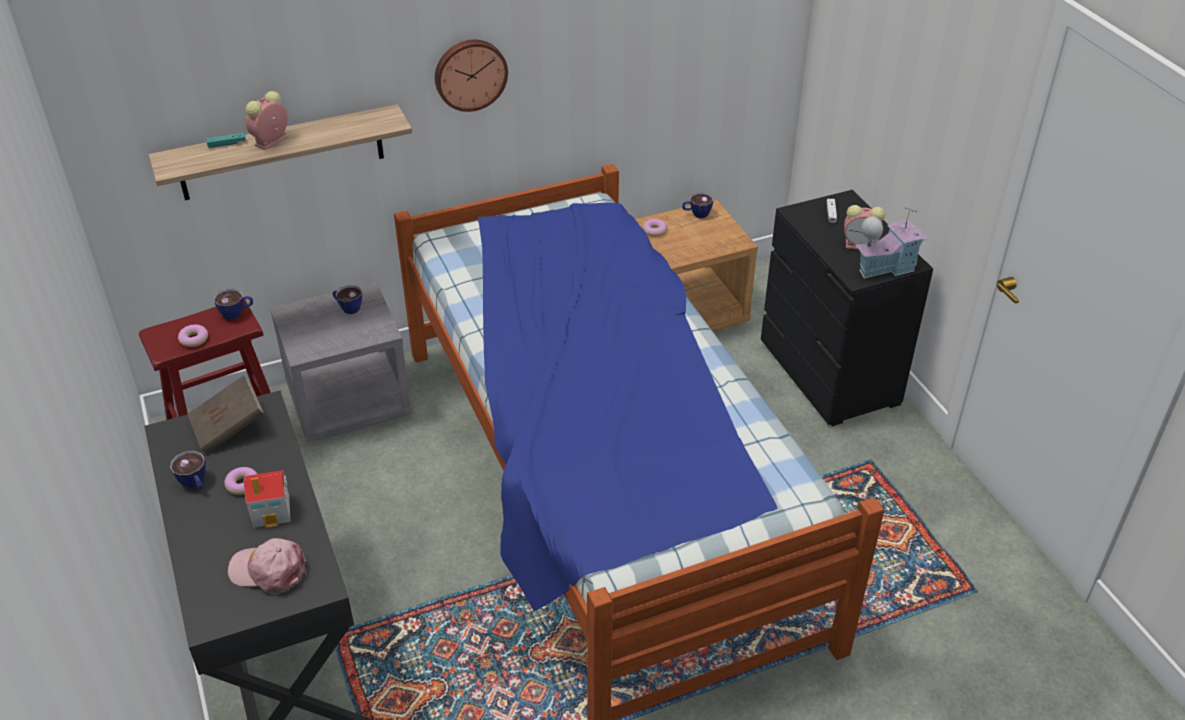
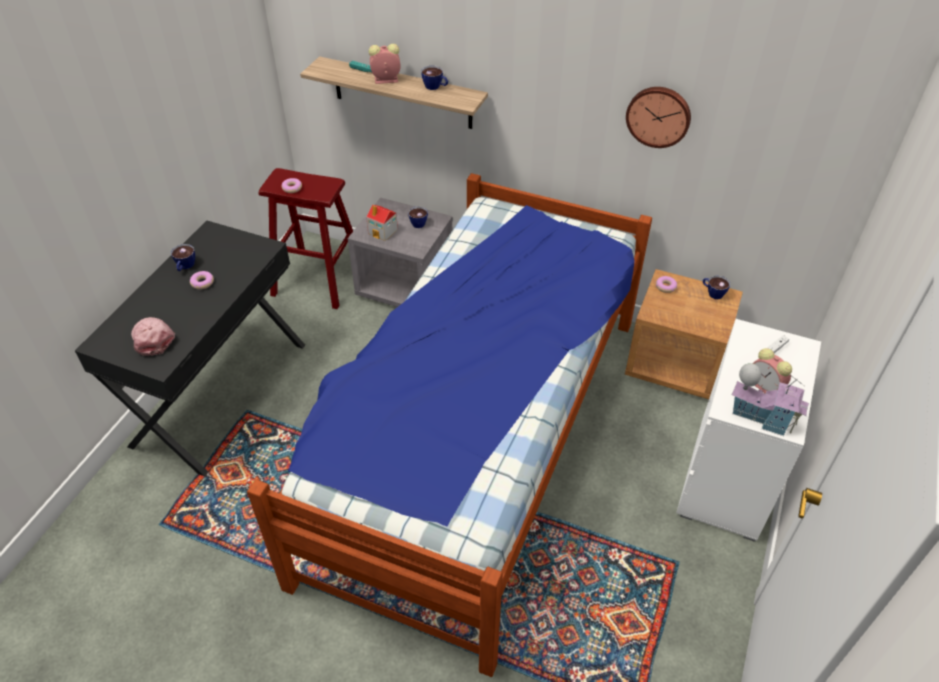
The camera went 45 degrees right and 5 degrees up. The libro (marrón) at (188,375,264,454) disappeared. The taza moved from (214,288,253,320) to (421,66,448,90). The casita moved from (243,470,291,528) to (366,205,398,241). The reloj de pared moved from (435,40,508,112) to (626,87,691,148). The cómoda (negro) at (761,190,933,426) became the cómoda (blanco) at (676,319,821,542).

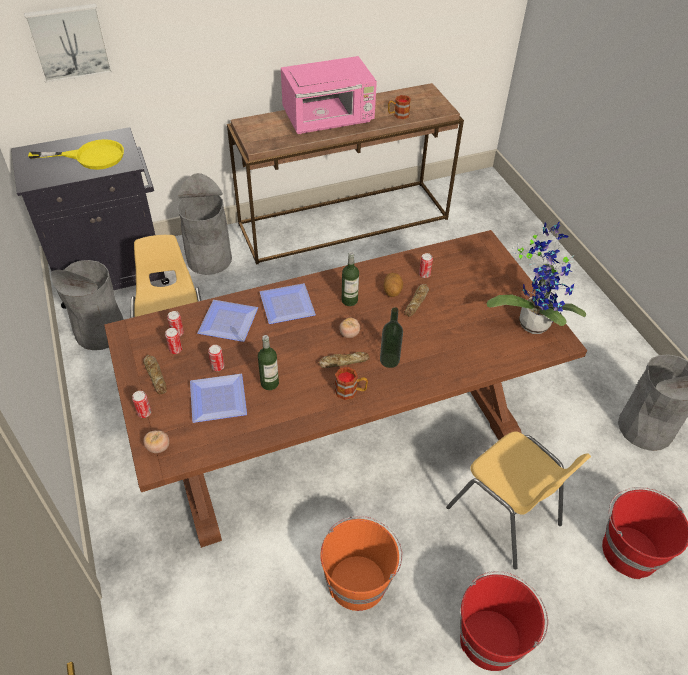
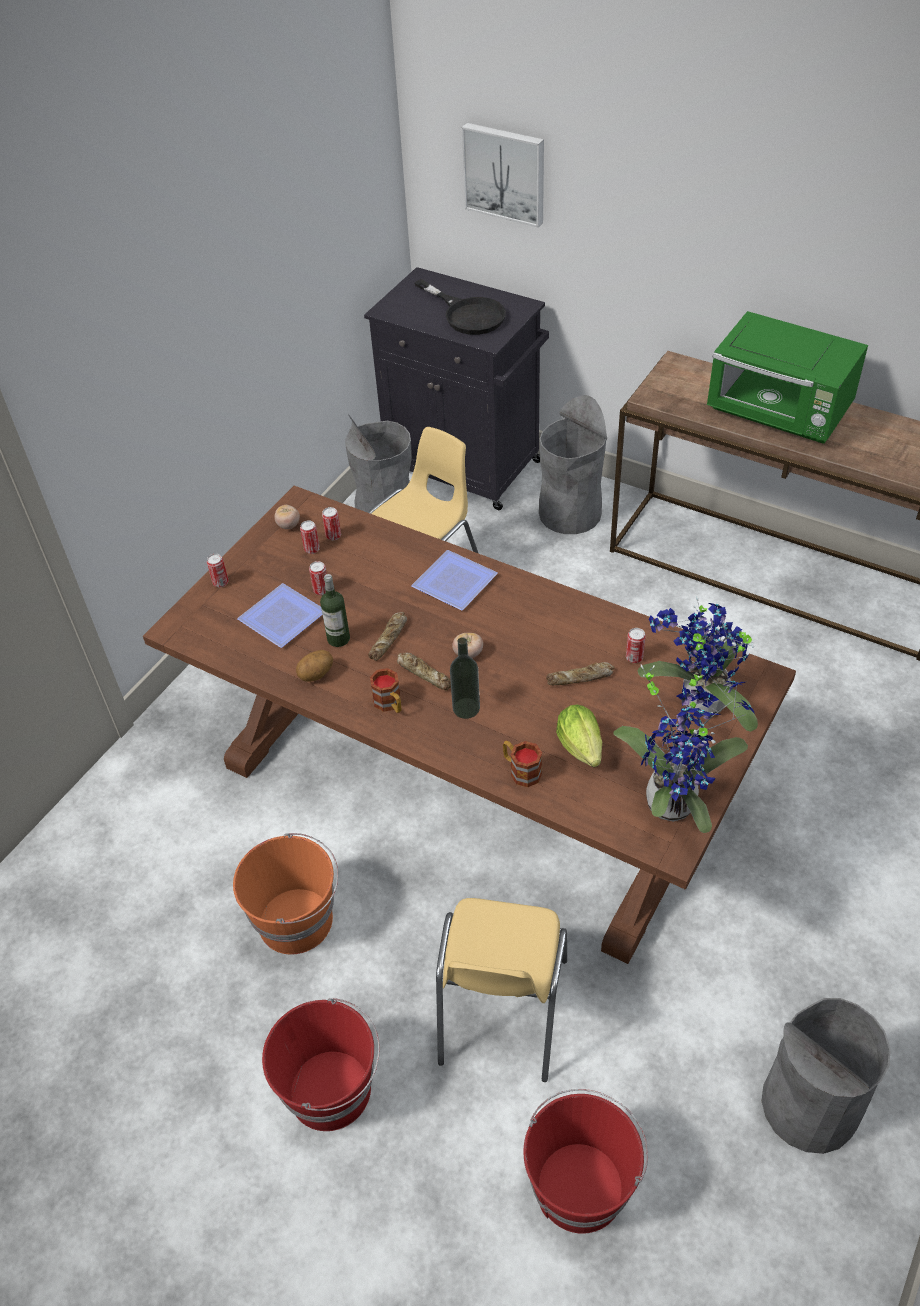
The camera went 55 degrees right and 0 degrees up. The plato at (197,300,258,342) disappeared. The botella at (342,252,359,306) disappeared. The lechuga at (556,705,602,767) appeared. The planta en maceta at (638,597,758,732) appeared. The pan moved from (143,355,167,395) to (368,612,407,661). The tomate moved from (143,430,169,453) to (274,505,300,529). The patata moved from (384,273,403,297) to (296,650,333,682). The taza grande moved from (388,95,411,119) to (503,741,542,787). The sartén (amarillo) at (28,139,124,170) became the sartén (negro) at (414,279,506,335). The microondas (rosa) at (281,56,377,134) became the microondas (verde) at (707,311,868,444).

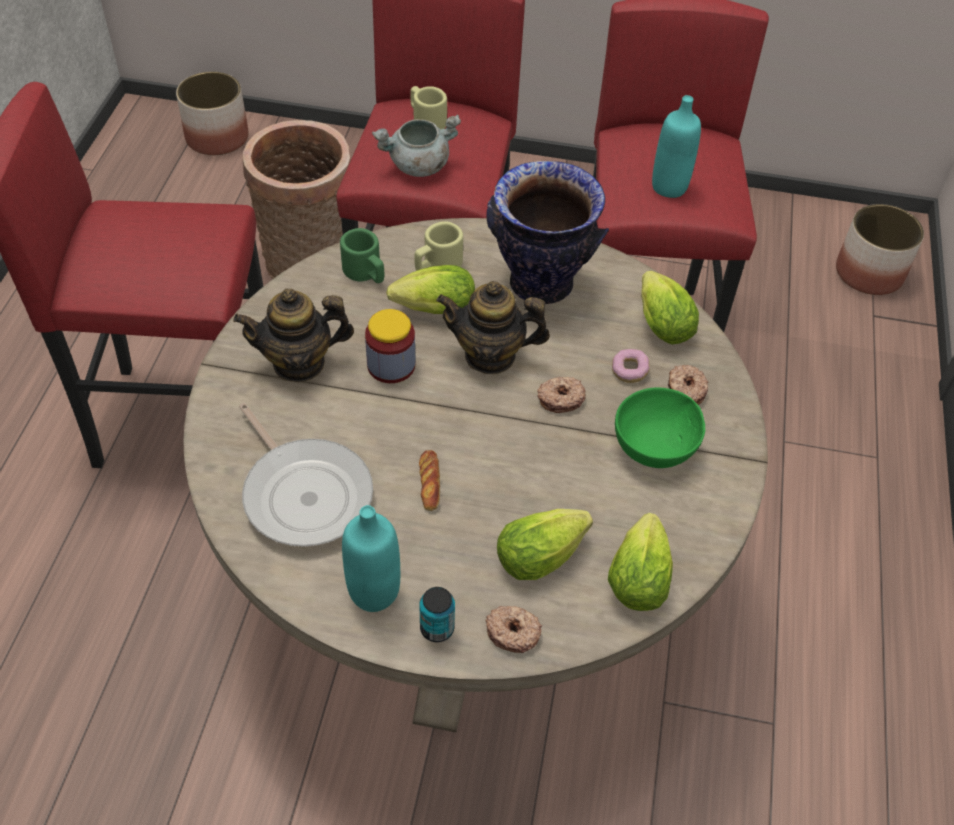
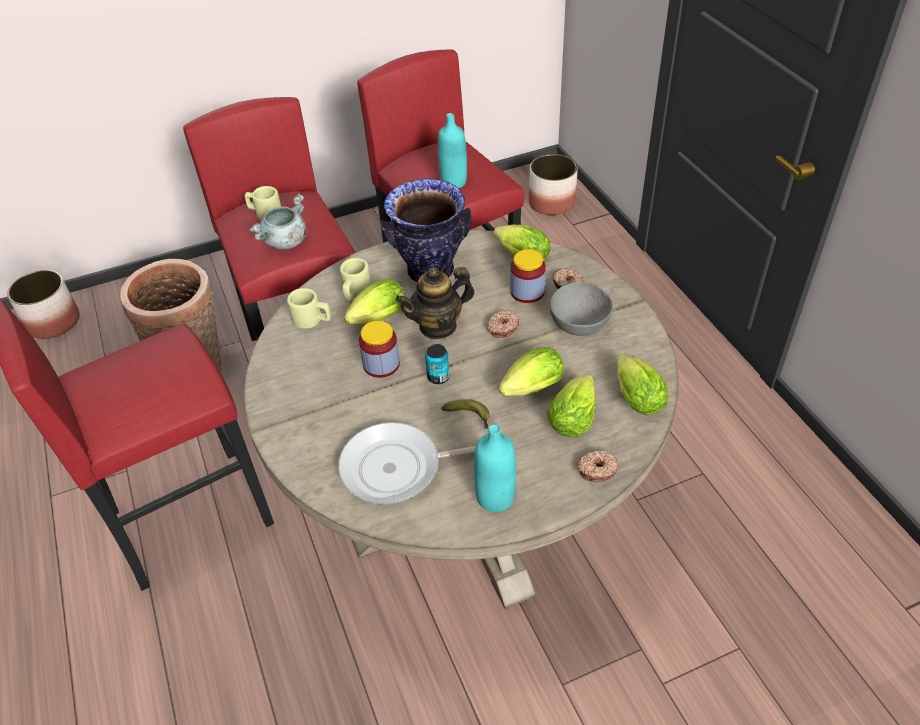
The camera went 30 degrees left and 5 degrees down. The tetera at (233,289,354,382) disappeared. The lechuga at (498,347,564,396) appeared. The lata moved from (420,587,455,642) to (425,344,450,384). The pan at (419,450,440,511) was replaced by the plátano at (441,399,490,429). The rosquilla at (612,349,650,383) was replaced by the tarro at (510,249,546,303). The taza grande (verde) at (340,228,384,283) became the taza grande (beis) at (287,288,331,329). The cuenco (verde) at (615,388,705,468) became the cuenco (gris) at (550,282,613,336). The sartén at (239,403,373,547) turned 150 degrees clockwise.

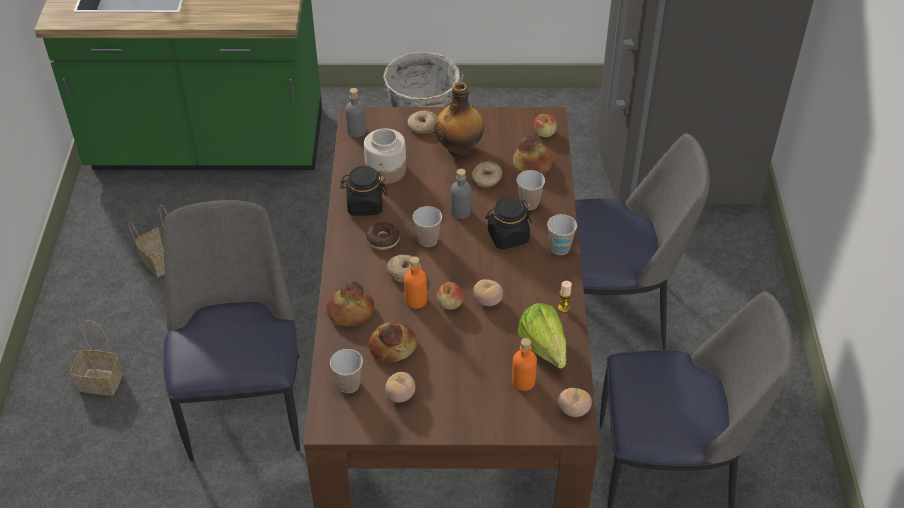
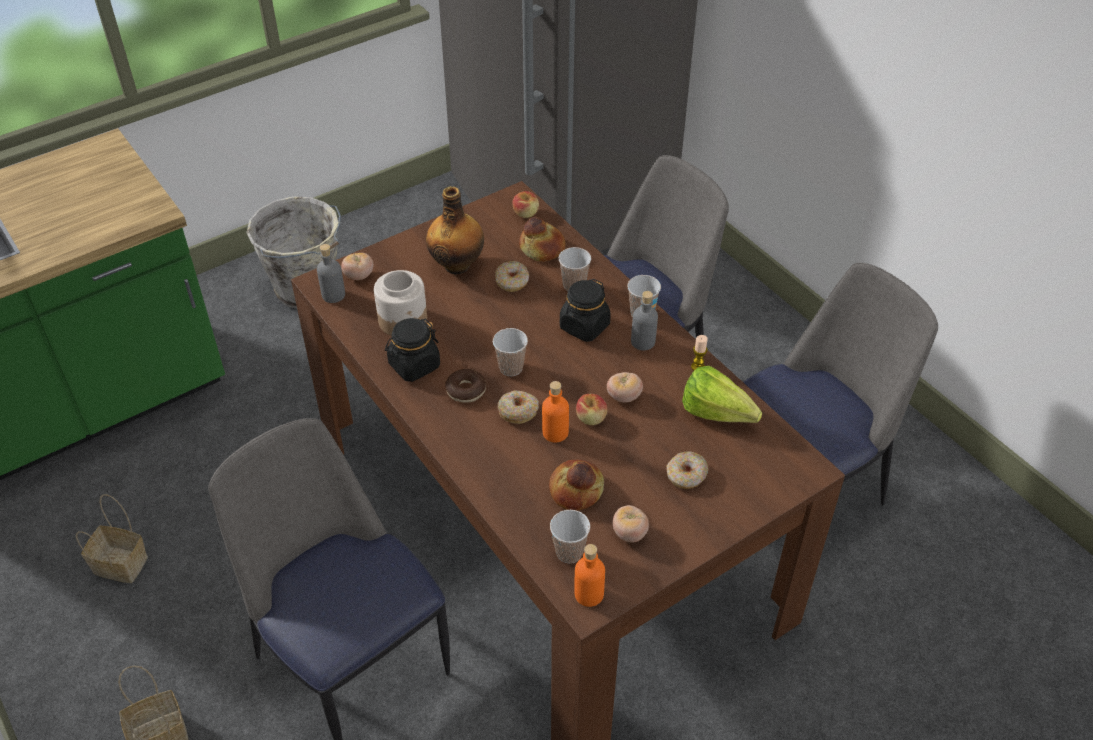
The camera went 35 degrees left and 0 degrees up. The pan at (326,280,374,326) disappeared. The rosquilla moved from (407,110,437,134) to (667,452,708,489). The botella (gris) moved from (450,169,471,219) to (631,291,658,350). The botella (naranja) moved from (512,338,537,391) to (574,544,605,607). The tomate moved from (558,388,592,417) to (341,253,373,280).

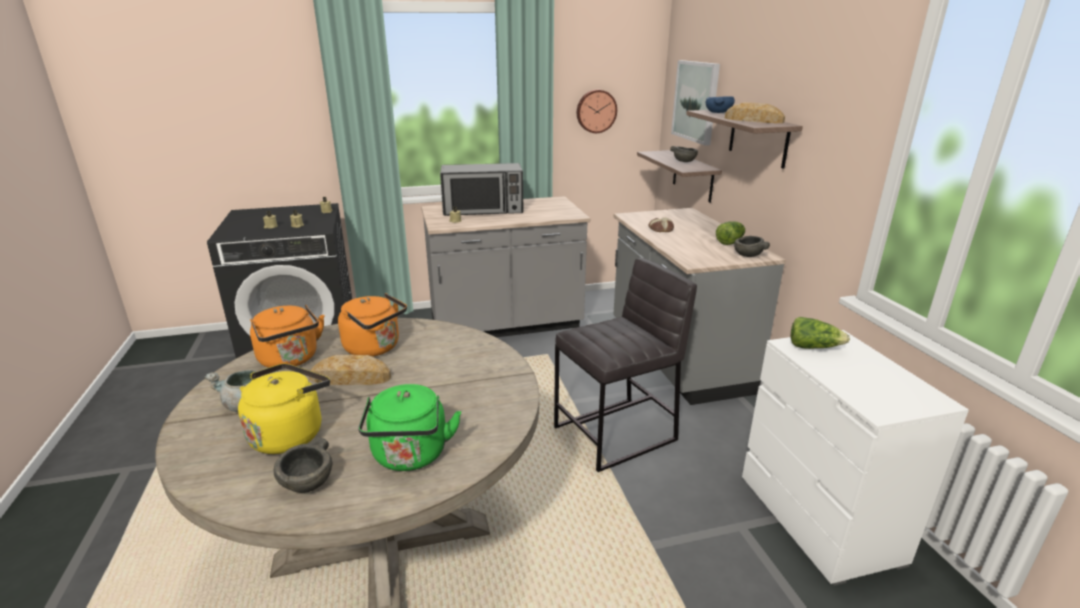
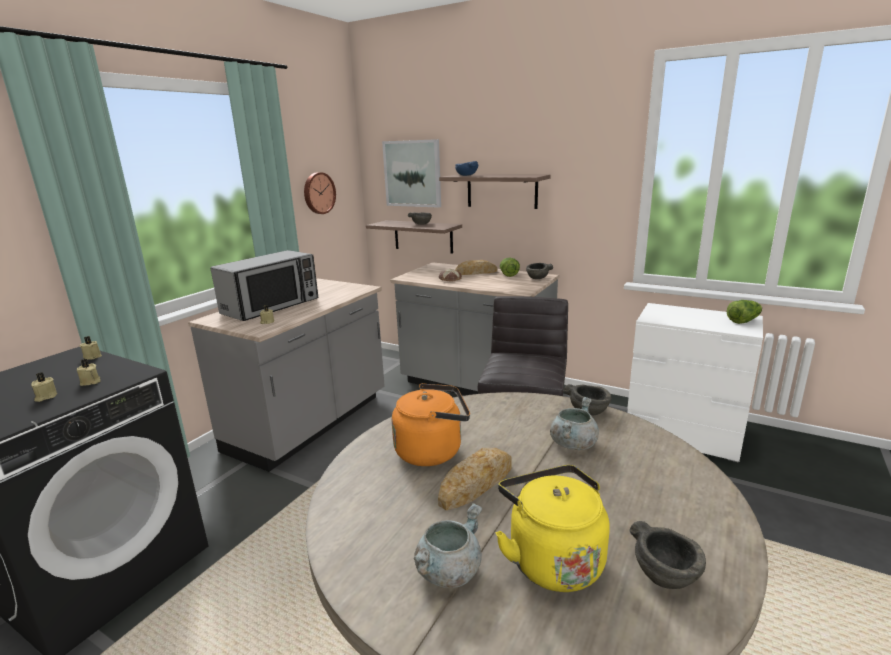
The camera went 45 degrees left and 5 degrees down. The hervidor (naranja) at (250,305,325,368) disappeared. The hervidor (verde) at (358,384,461,471) disappeared. The olla (gris) at (550,397,599,450) appeared. The cuenco (gris) at (564,384,611,416) appeared. The pan moved from (725,102,785,123) to (455,260,497,275). The lechuga moved from (791,317,850,349) to (727,300,762,324).

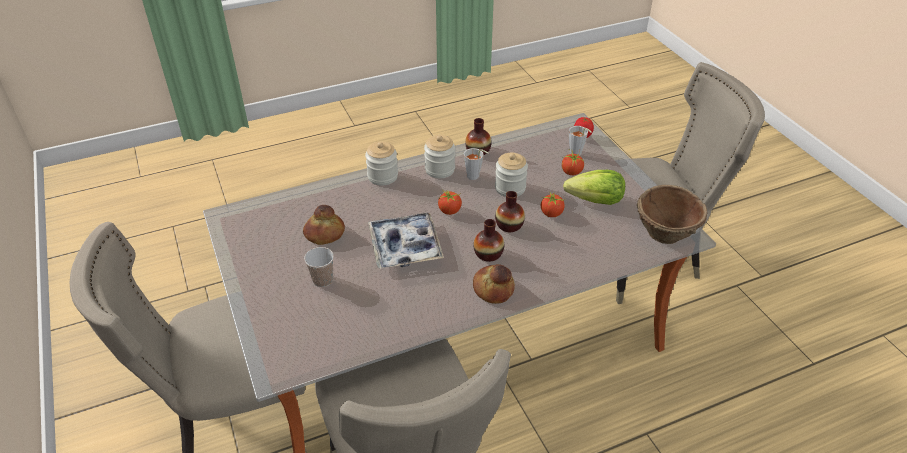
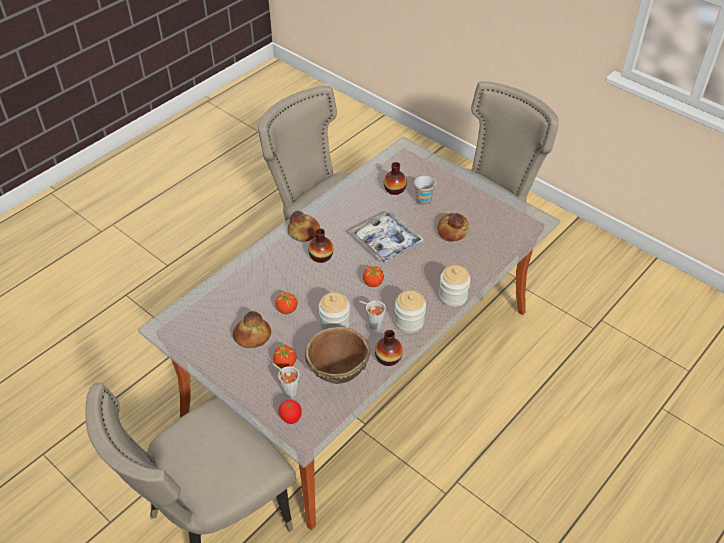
The camera went 155 degrees right and 5 degrees up. The florero moved from (495,191,525,232) to (384,162,407,195). The cuenco (marrón) moved from (637,185,708,244) to (305,327,370,384). The lechuga at (563,170,625,205) was replaced by the pan at (233,311,271,348).

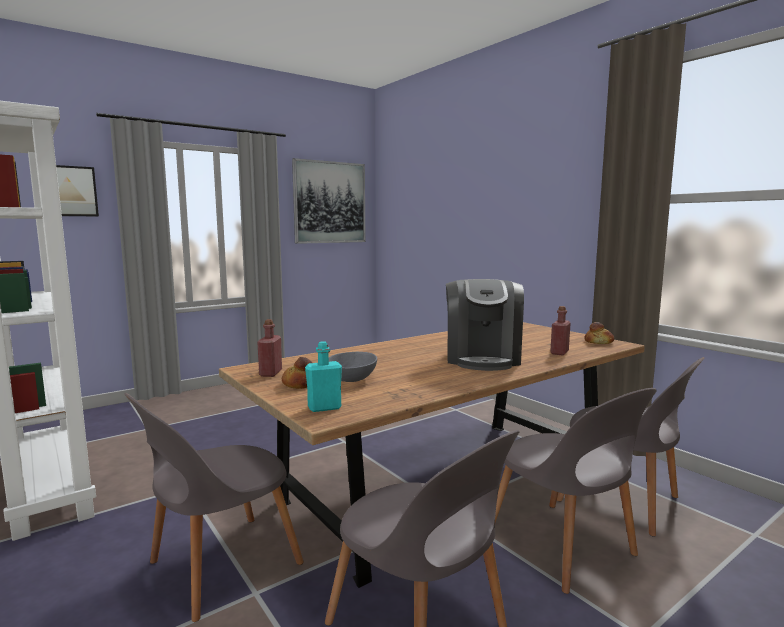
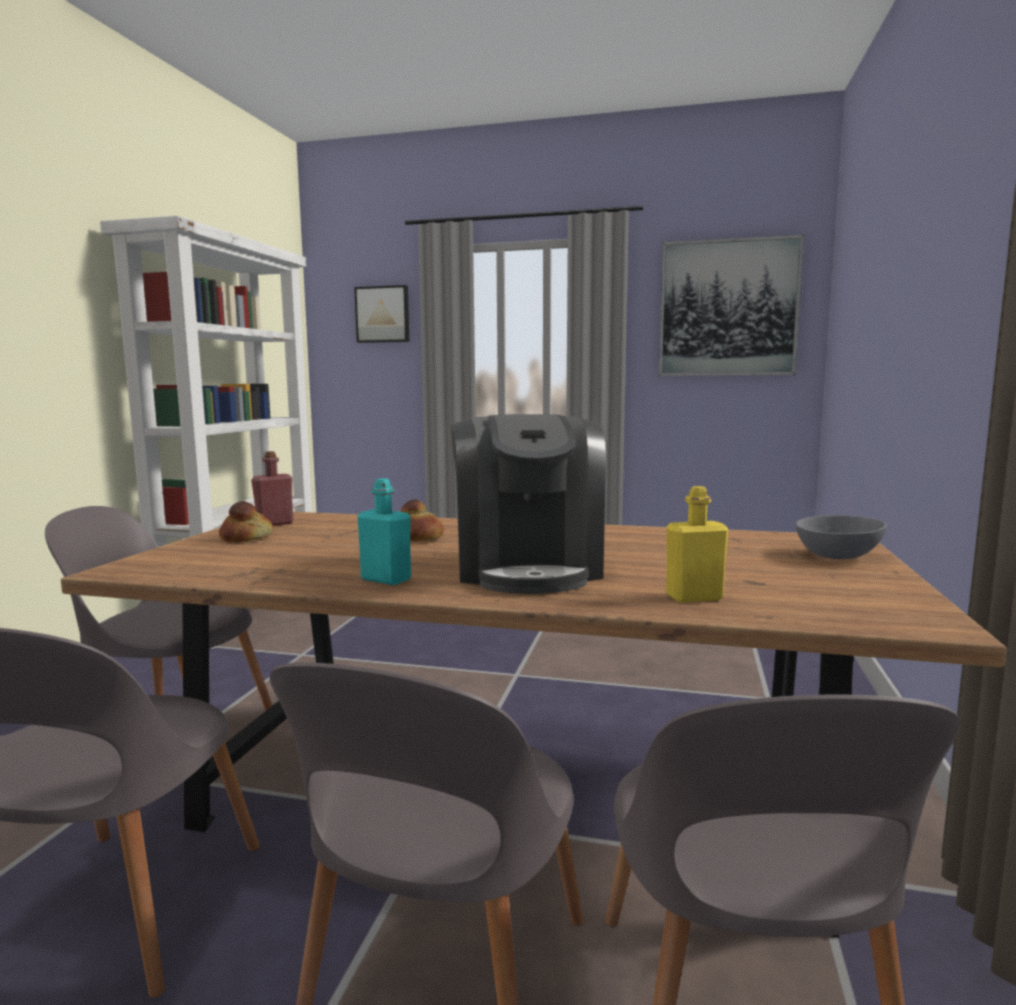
The camera went 50 degrees right and 0 degrees up. The botella (turquesa) moved from (305,341,342,412) to (357,478,411,585). The cuenco (gris) moved from (329,352,377,382) to (795,515,887,559). The pan moved from (584,322,614,344) to (401,499,444,541). The botella (rojo) at (550,306,571,355) became the botella (amarillo) at (666,486,728,603). The cafetera at (446,279,524,371) turned 60 degrees counterclockwise.

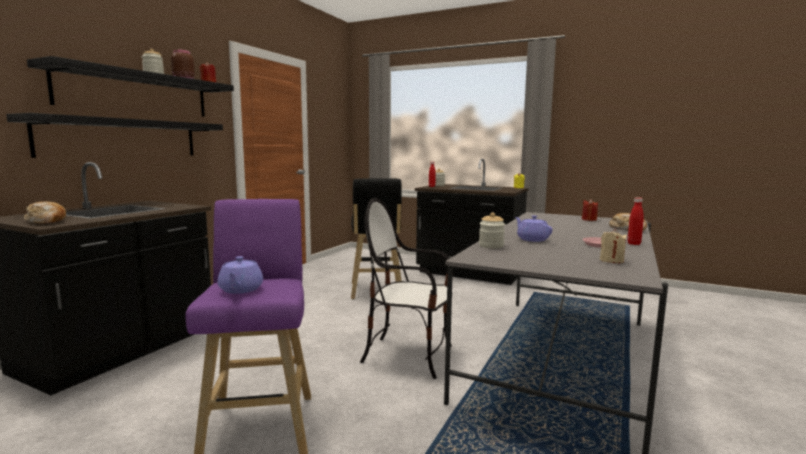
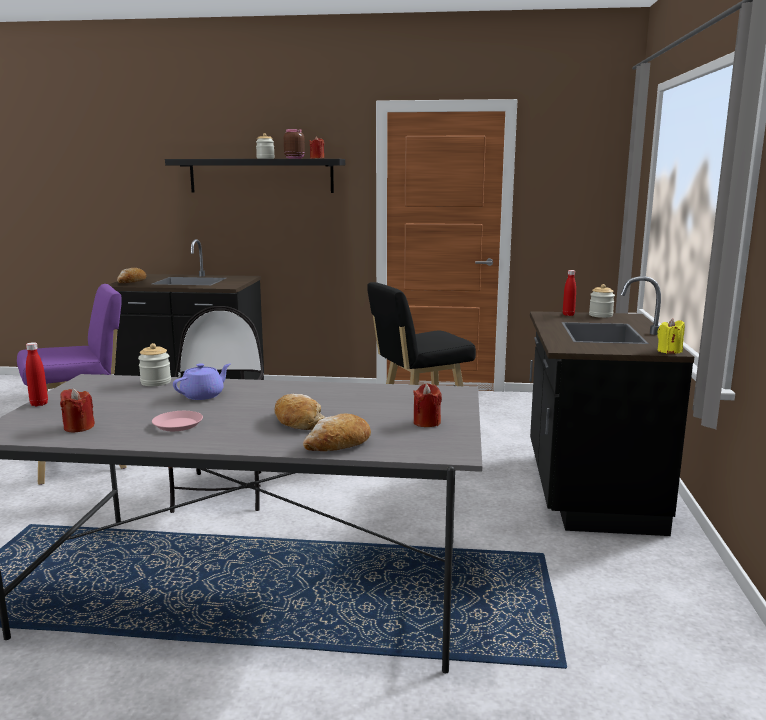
The camera went 70 degrees right and 5 degrees up. The estante (negro) at (6,113,223,158) disappeared. The tetera (morado) at (217,256,263,294) disappeared. The pan at (274,394,325,430) appeared. The botella (rojo) moved from (627,197,644,245) to (26,342,48,406). The vela (beis) at (600,229,627,263) became the vela (rojo) at (60,388,95,433).

